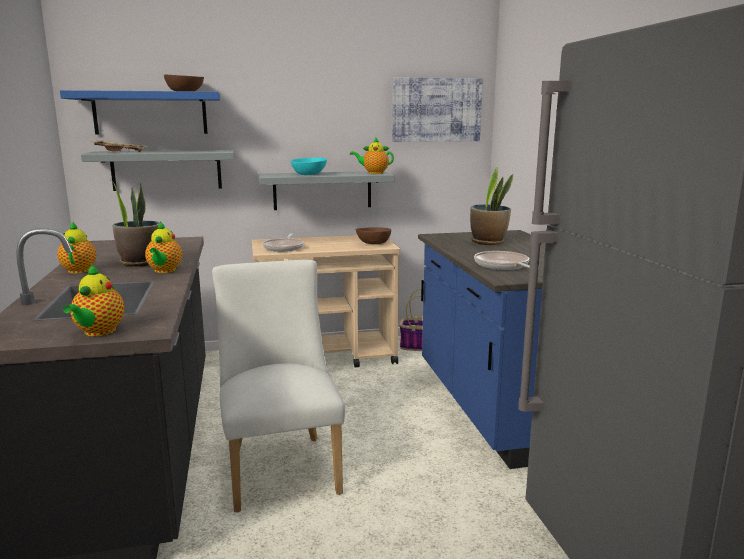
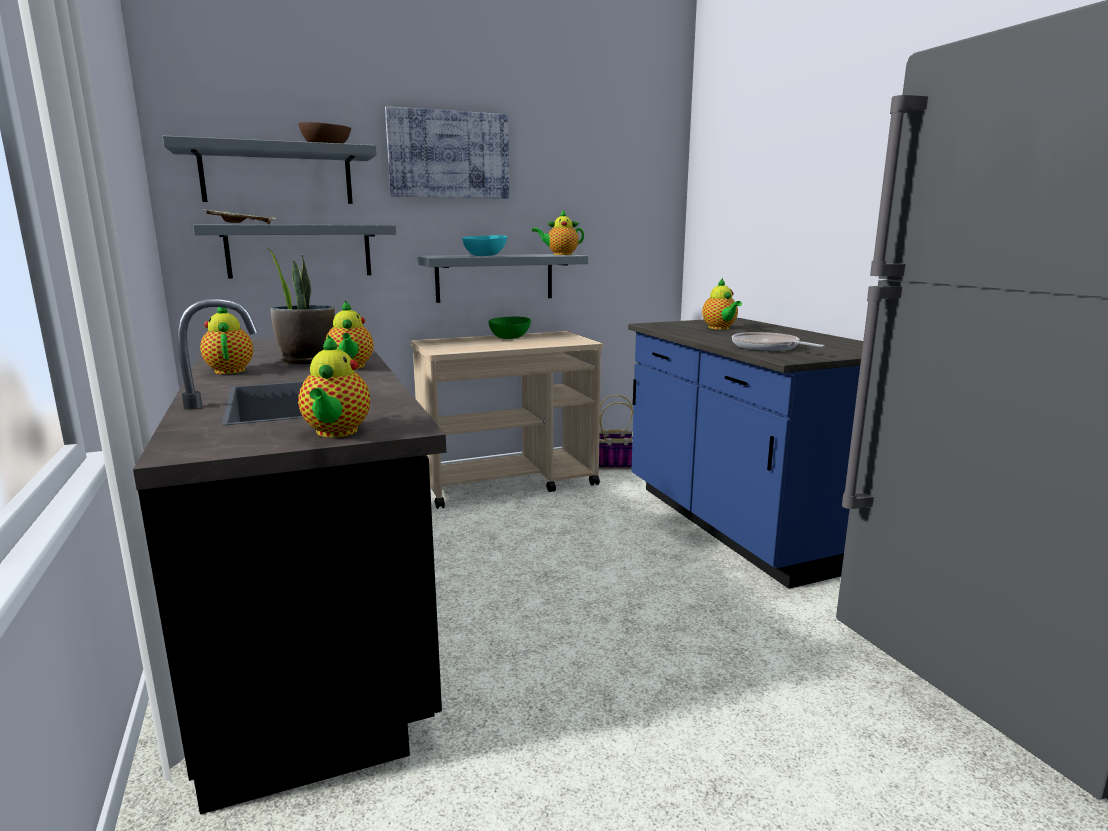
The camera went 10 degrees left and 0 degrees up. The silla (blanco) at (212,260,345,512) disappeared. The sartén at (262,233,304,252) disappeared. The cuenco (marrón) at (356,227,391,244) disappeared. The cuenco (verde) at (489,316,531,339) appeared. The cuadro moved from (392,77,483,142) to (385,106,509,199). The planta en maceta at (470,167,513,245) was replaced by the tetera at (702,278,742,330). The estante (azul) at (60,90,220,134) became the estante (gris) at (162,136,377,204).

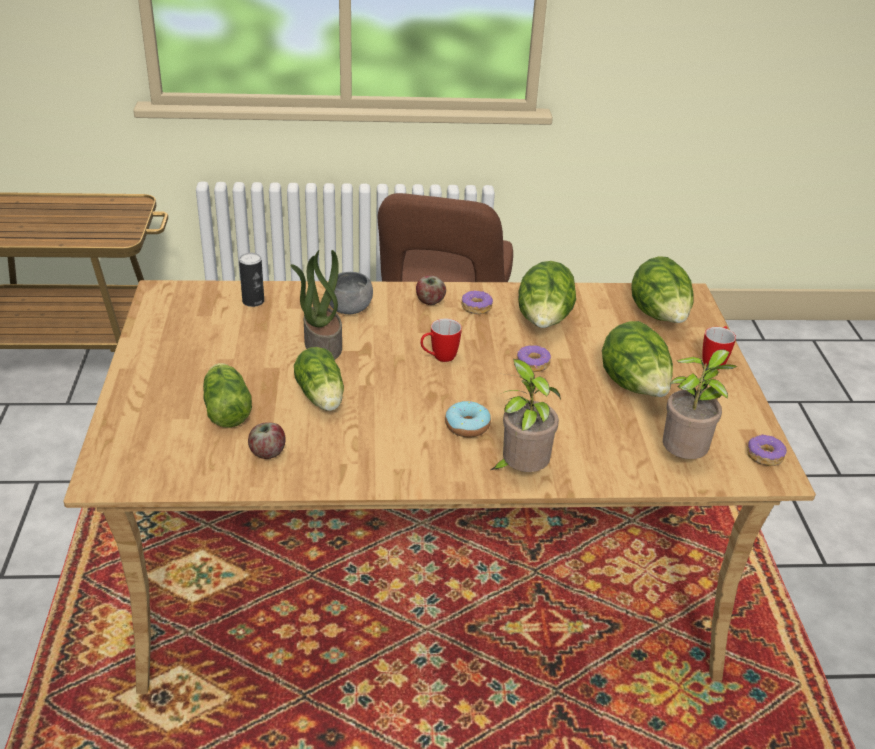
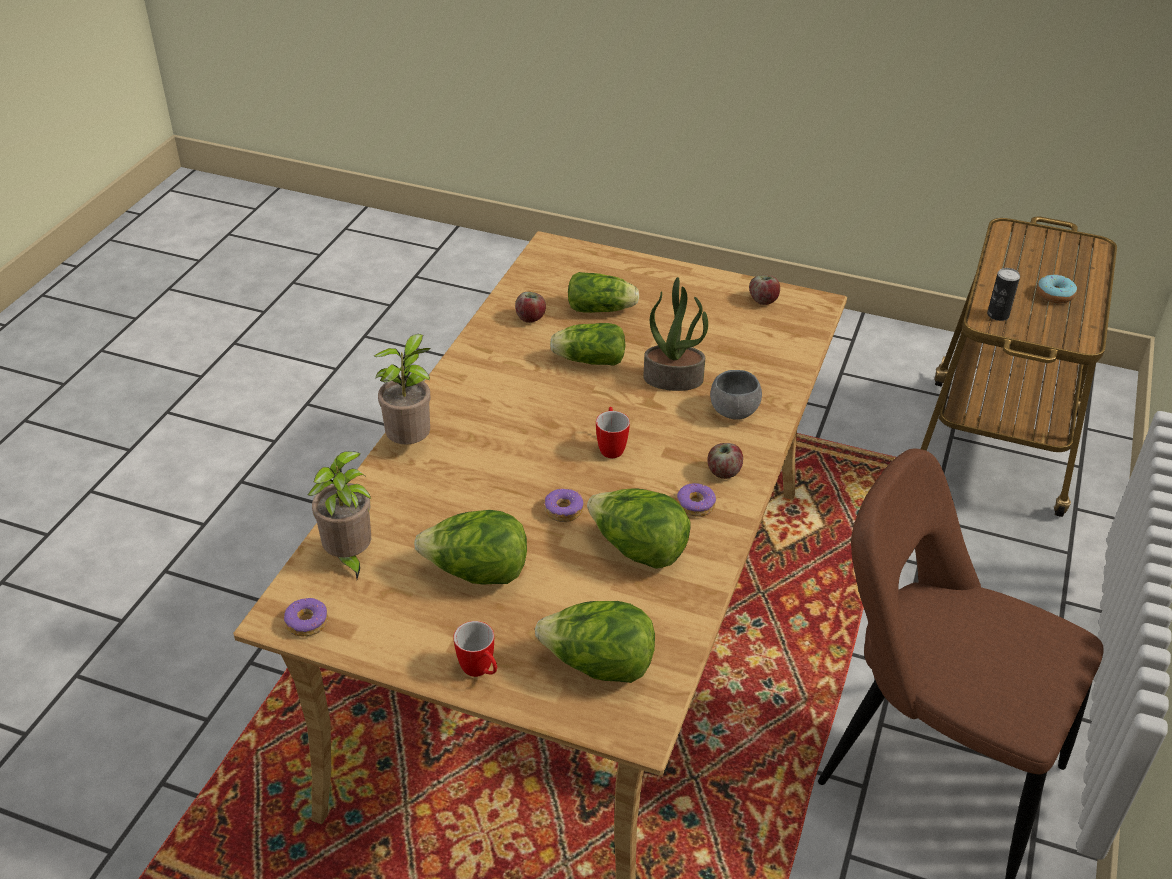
The camera went 115 degrees right and 5 degrees up. The manzana at (749,275,780,305) appeared. The lata moved from (239,253,264,307) to (987,268,1020,321). The rosquilla moved from (445,401,491,437) to (1037,275,1077,303).

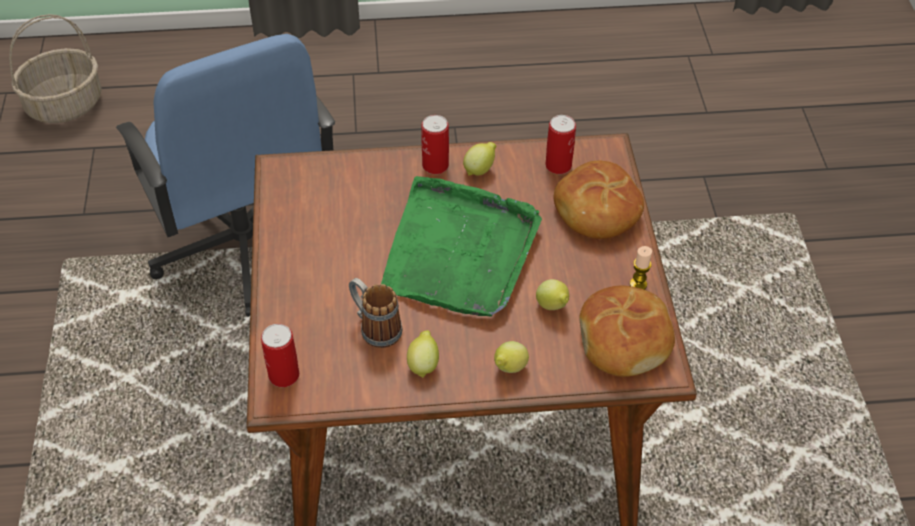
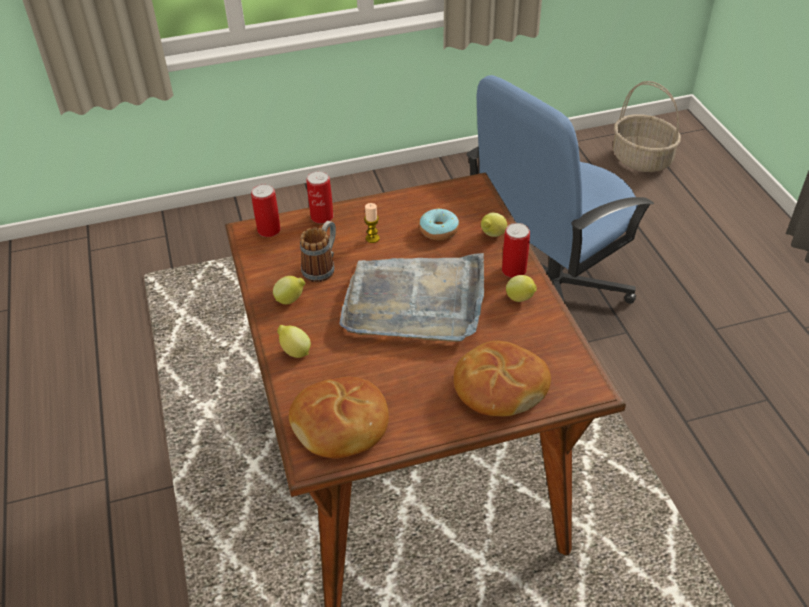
The camera went 80 degrees right and 5 degrees down. The rosquilla at (419,208,459,240) appeared. The limón moved from (536,279,569,310) to (481,213,507,237). The lata moved from (545,115,576,174) to (306,171,333,224). The vela moved from (630,246,652,290) to (364,203,380,243). The bandeja (verde) at (380,176,542,317) became the bandeja (gris) at (339,253,484,342).

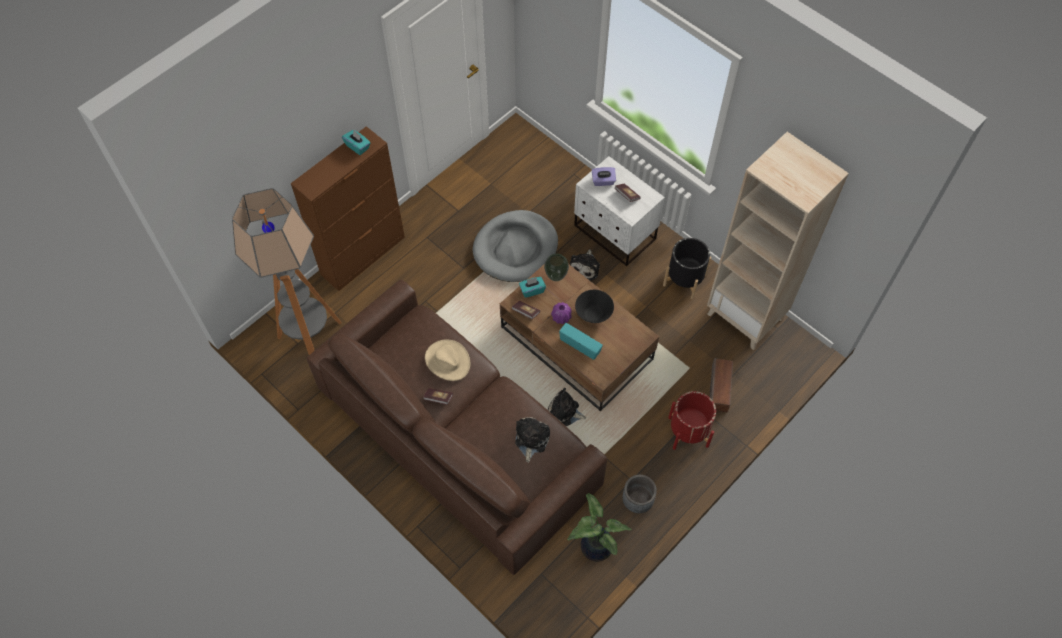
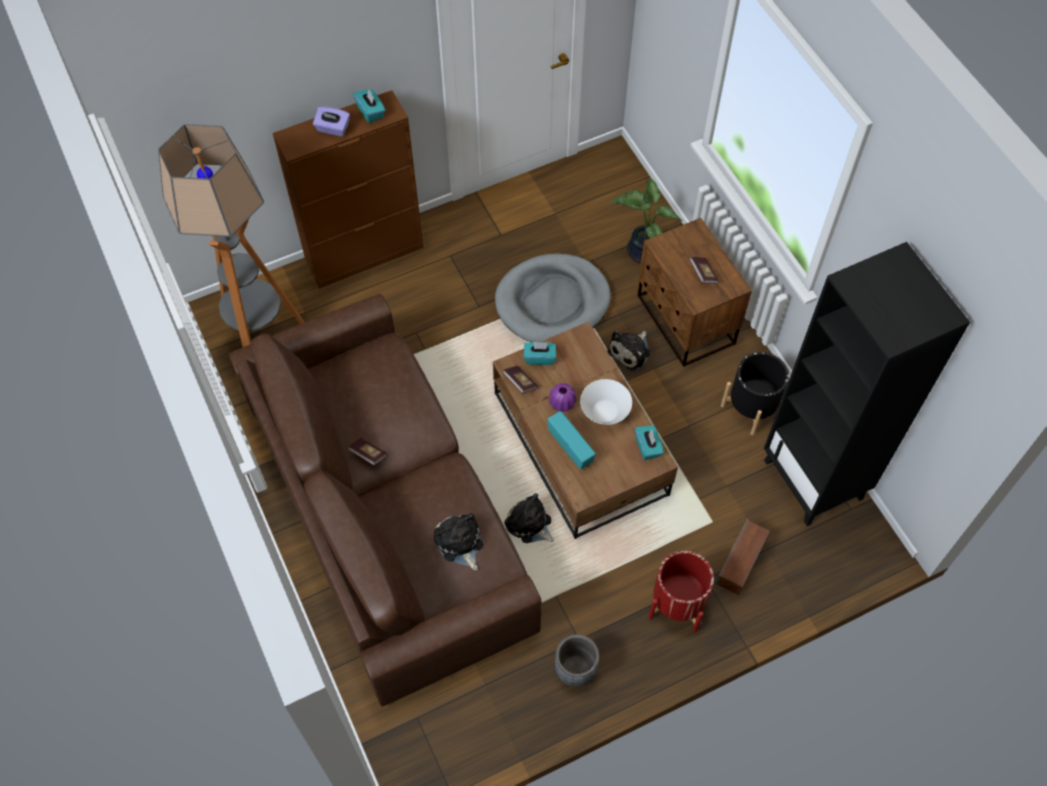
The camera went 20 degrees right and 0 degrees up. The sombrero (beis) at (425,339,470,381) disappeared. The florero at (544,253,569,281) disappeared. The caja de pañuelos (turquesa) at (635,425,664,460) appeared. The planta en maceta moved from (567,493,631,561) to (610,179,682,263). The caja de pañuelos (morado) moved from (592,167,616,186) to (313,106,350,137). The mesita de noche (blanco) at (574,156,665,266) became the mesita de noche (marrón) at (638,218,752,367). The cuenco (negro) at (575,290,614,323) became the cuenco (blanco) at (580,379,632,425). The estantería (beis) at (707,132,849,350) became the estantería (negro) at (764,242,970,526). The peluche at (515,417,550,463) turned 60 degrees counterclockwise.

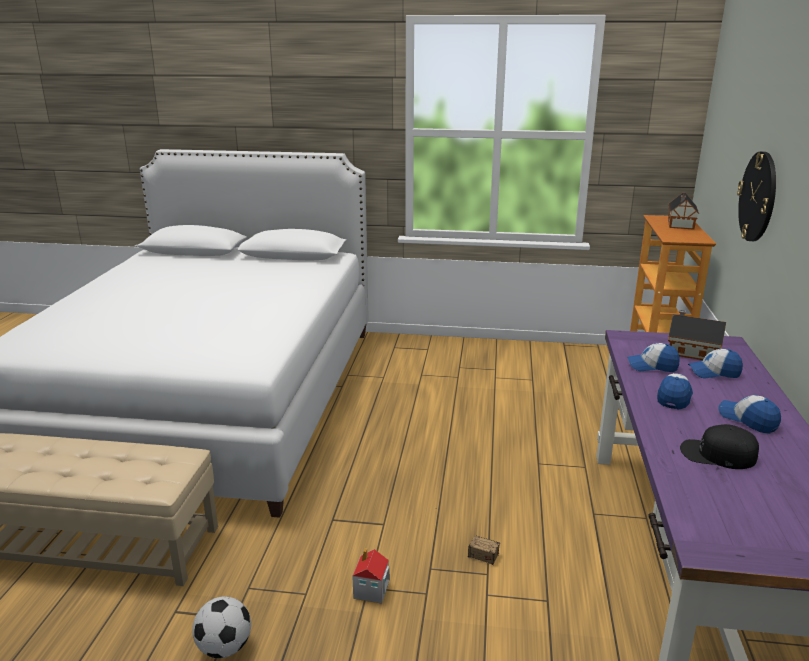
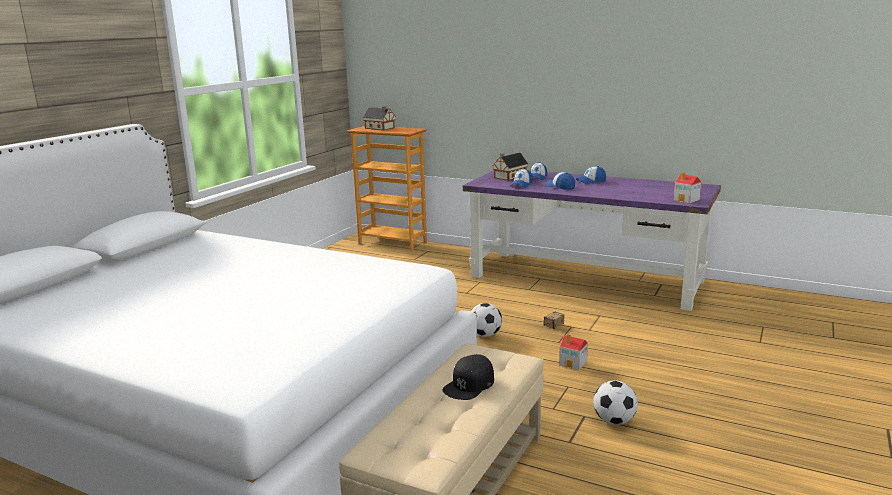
The camera went 70 degrees left and 5 degrees down. The reloj de pared at (737,151,776,241) disappeared. The balón de fútbol at (471,303,502,337) appeared. The casita at (673,172,701,203) appeared. The gorra (negro) moved from (680,424,759,469) to (442,354,494,400).

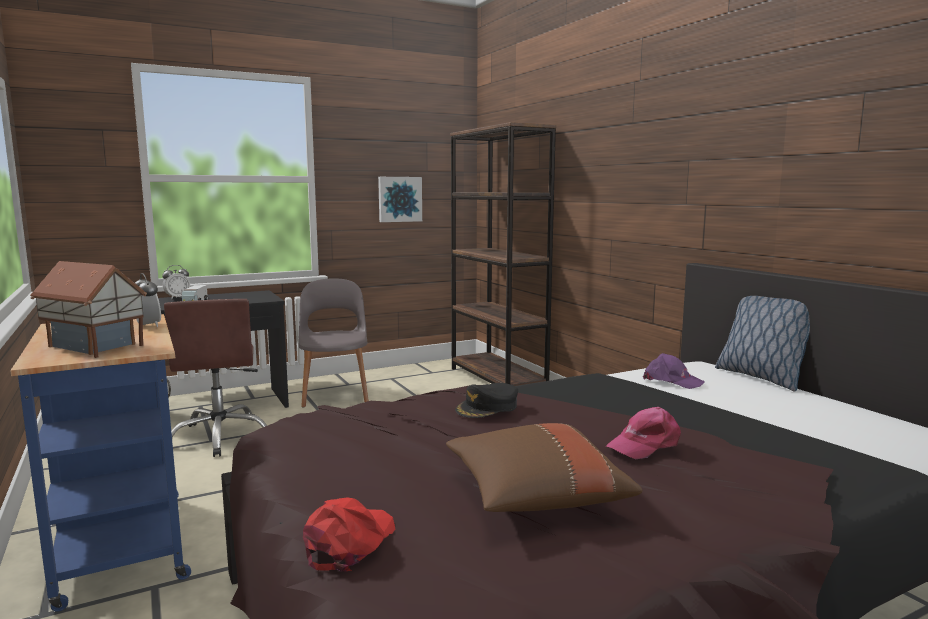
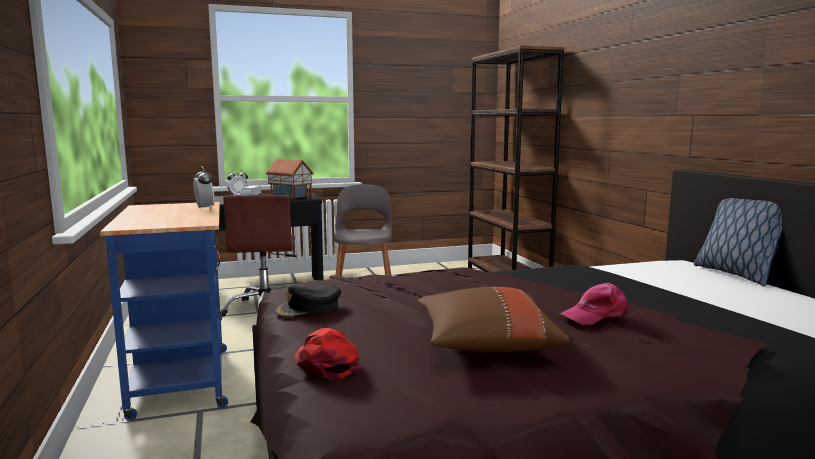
The camera went 10 degrees right and 0 degrees up. The cuadro at (378,177,422,222) disappeared. The gorra (morado) at (643,353,705,389) disappeared. The casita moved from (30,261,147,358) to (266,158,314,200). The gorra (negro) moved from (455,383,518,418) to (274,285,341,317). The gorra (rojo) at (303,497,396,572) turned 60 degrees counterclockwise.

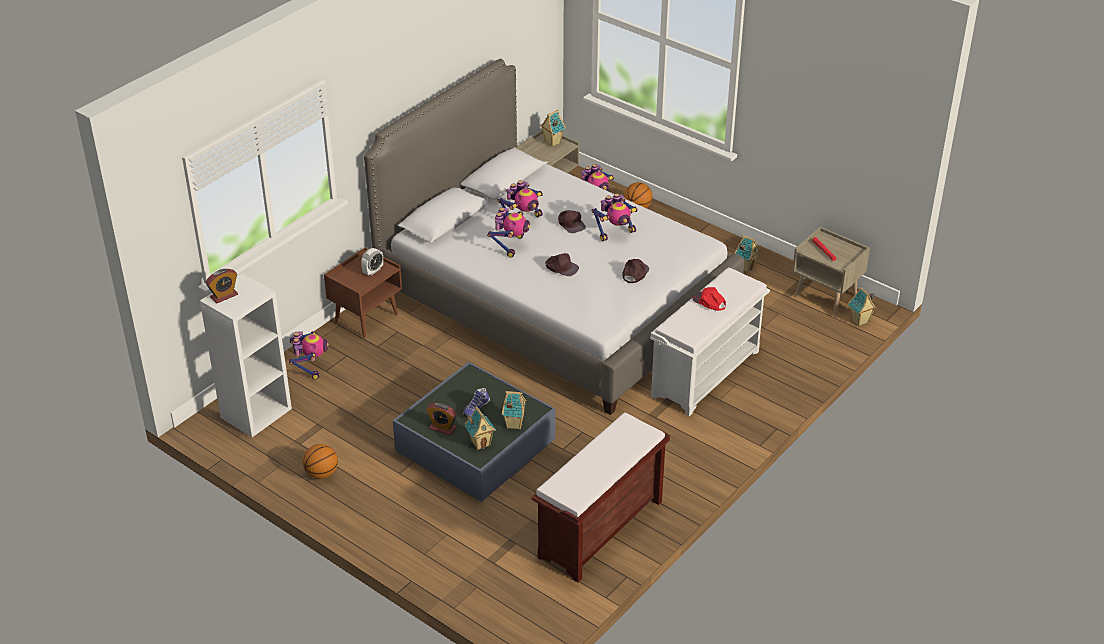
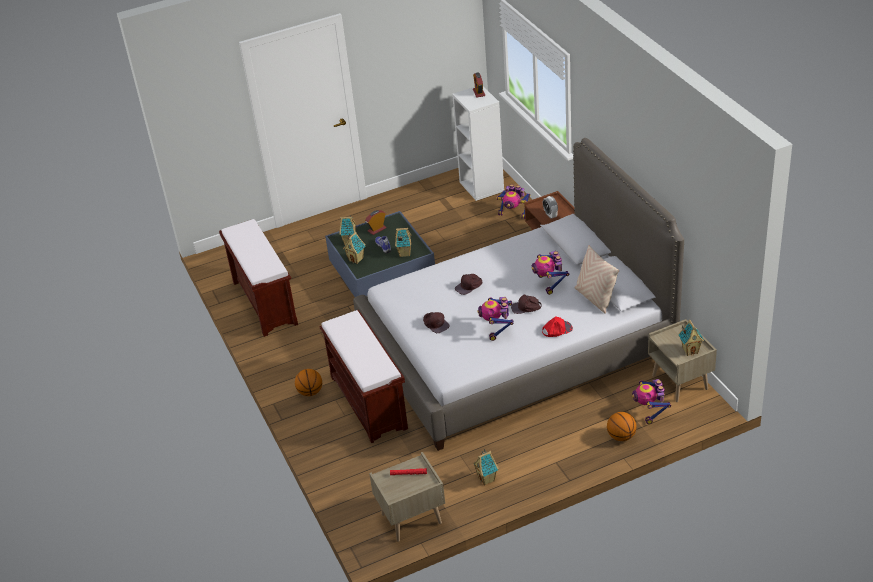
The camera went 120 degrees right and 0 degrees up. The robot de juguete at (487,207,530,258) disappeared. The cojín (beis) at (575,245,619,314) appeared. The balón de baloncesto moved from (303,444,338,479) to (295,369,322,396). The gorra (rojo) moved from (692,287,726,311) to (542,316,573,337). The casita moved from (848,287,877,326) to (395,228,411,257). The banco (blanco) at (650,268,770,416) became the banco (marrón) at (319,310,408,443).

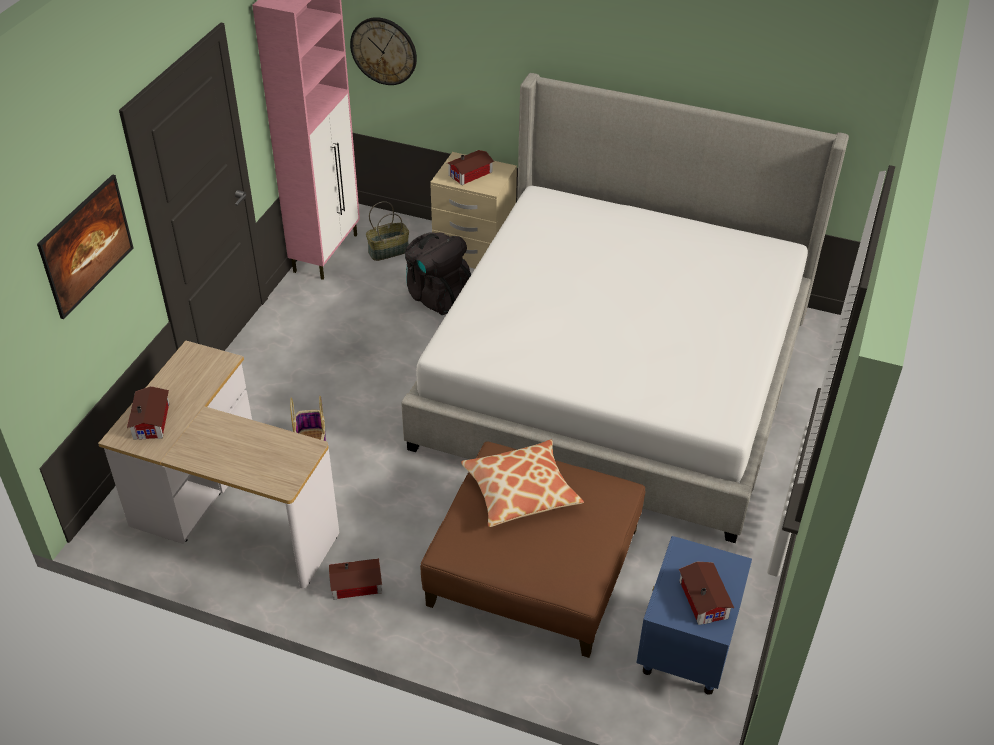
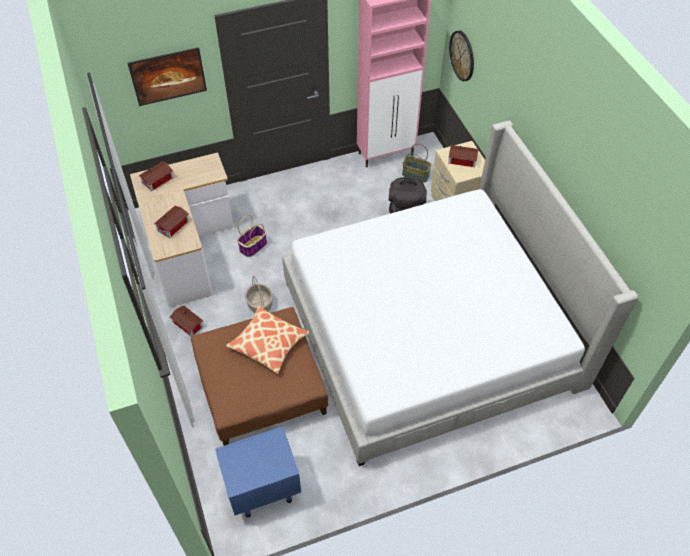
The camera went 50 degrees right and 10 degrees up. The cesta at (245,276,273,313) appeared. The casita moved from (679,561,734,625) to (154,206,189,238).

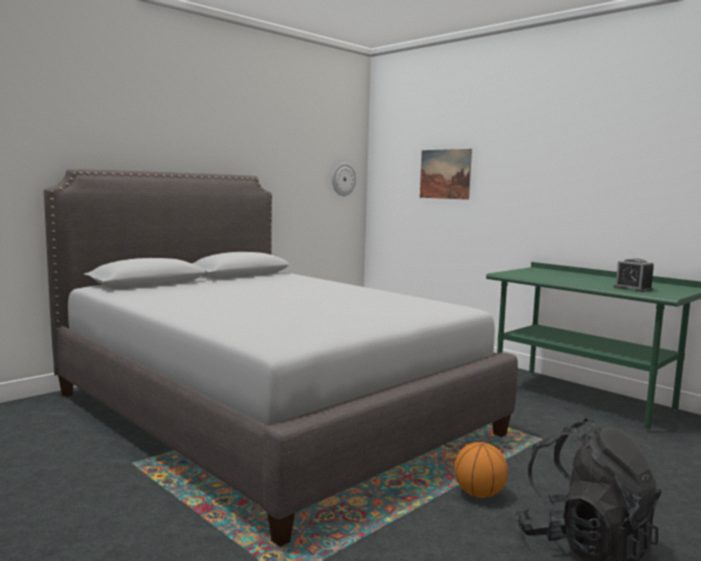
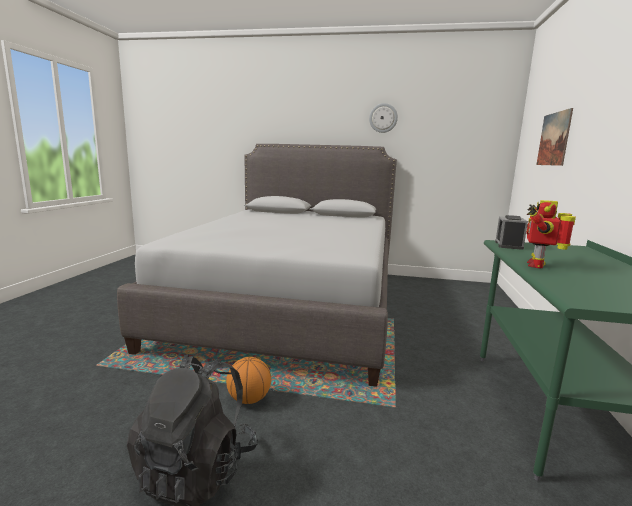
The camera went 55 degrees right and 5 degrees up. The robot de juguete at (526,200,576,268) appeared. The reloj de pared moved from (332,163,356,196) to (369,103,398,133). The despertador moved from (614,258,654,292) to (495,215,528,250).

